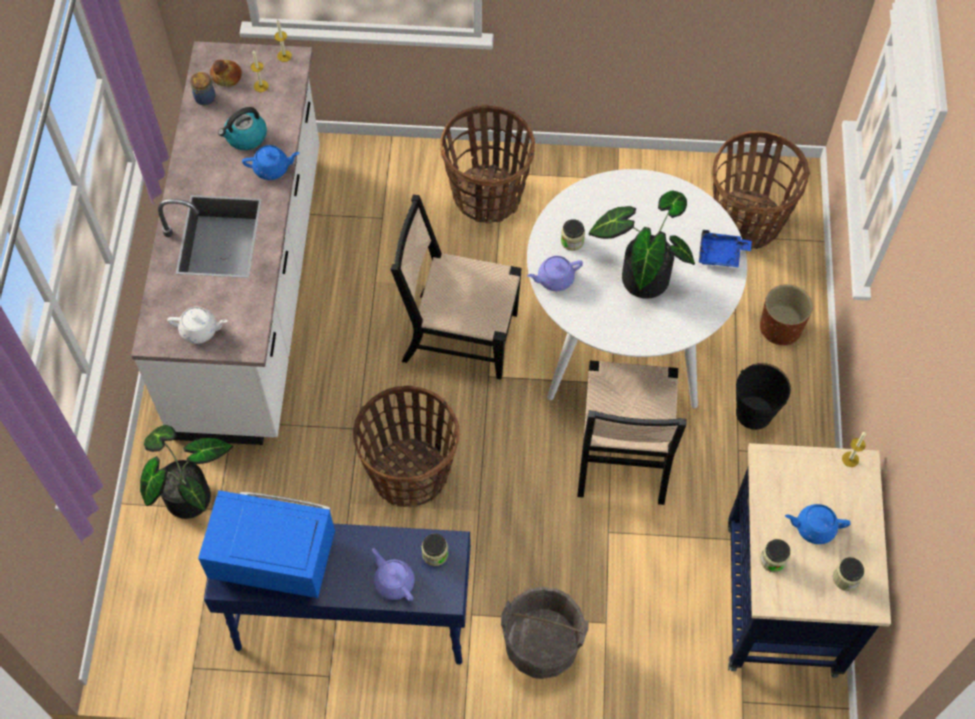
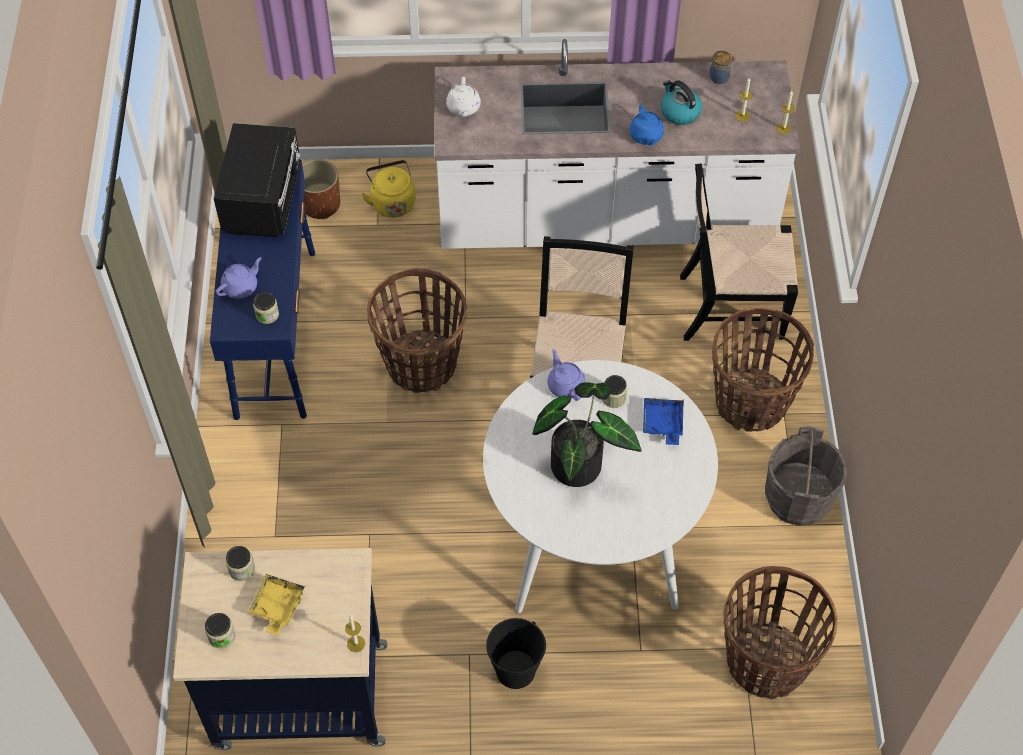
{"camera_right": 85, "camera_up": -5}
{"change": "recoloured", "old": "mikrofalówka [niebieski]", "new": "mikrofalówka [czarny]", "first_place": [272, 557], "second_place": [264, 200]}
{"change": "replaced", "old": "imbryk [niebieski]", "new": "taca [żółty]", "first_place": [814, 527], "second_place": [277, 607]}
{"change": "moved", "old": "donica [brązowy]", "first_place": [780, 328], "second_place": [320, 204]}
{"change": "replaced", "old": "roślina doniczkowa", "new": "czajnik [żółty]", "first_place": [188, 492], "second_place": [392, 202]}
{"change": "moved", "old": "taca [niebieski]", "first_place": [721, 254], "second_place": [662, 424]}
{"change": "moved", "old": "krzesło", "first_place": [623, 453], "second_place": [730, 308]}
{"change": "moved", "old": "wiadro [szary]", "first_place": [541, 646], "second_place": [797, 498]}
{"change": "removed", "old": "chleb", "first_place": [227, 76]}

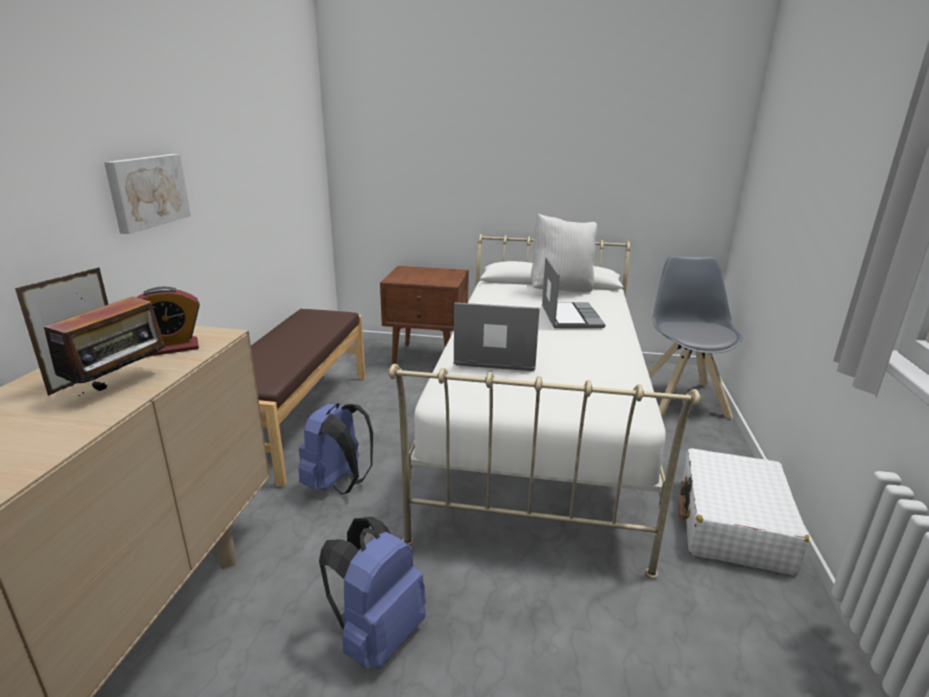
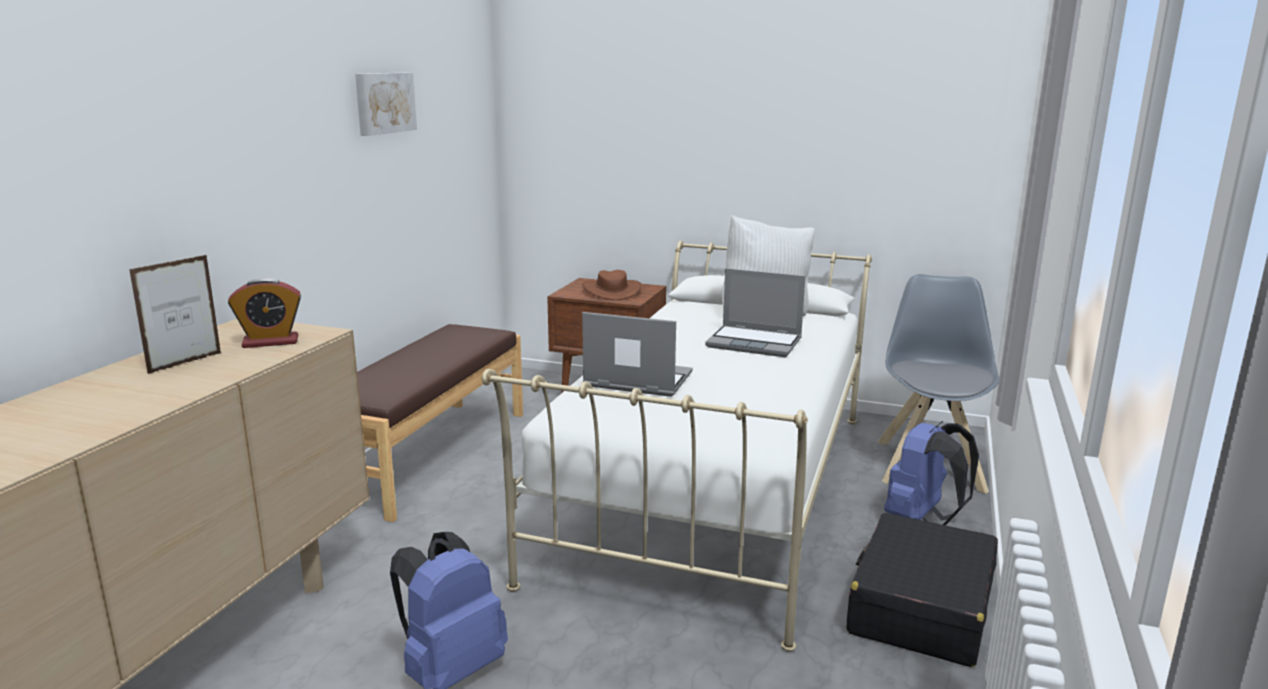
{"camera_right": 10, "camera_up": -5}
{"change": "moved", "old": "obraz", "first_place": [147, 191], "second_place": [384, 103]}
{"change": "added", "new": "kapelusz [brązowy]", "second_place": [611, 291]}
{"change": "turned", "old": "laptop", "first_place": [569, 317], "second_place": [755, 343], "degrees": 105}
{"change": "recoloured", "old": "walizka [biały]", "new": "walizka [czarny]", "first_place": [732, 524], "second_place": [920, 608]}
{"change": "moved", "old": "plecak [niebieski]", "first_place": [338, 484], "second_place": [922, 519]}
{"change": "removed", "old": "radio", "first_place": [122, 385]}

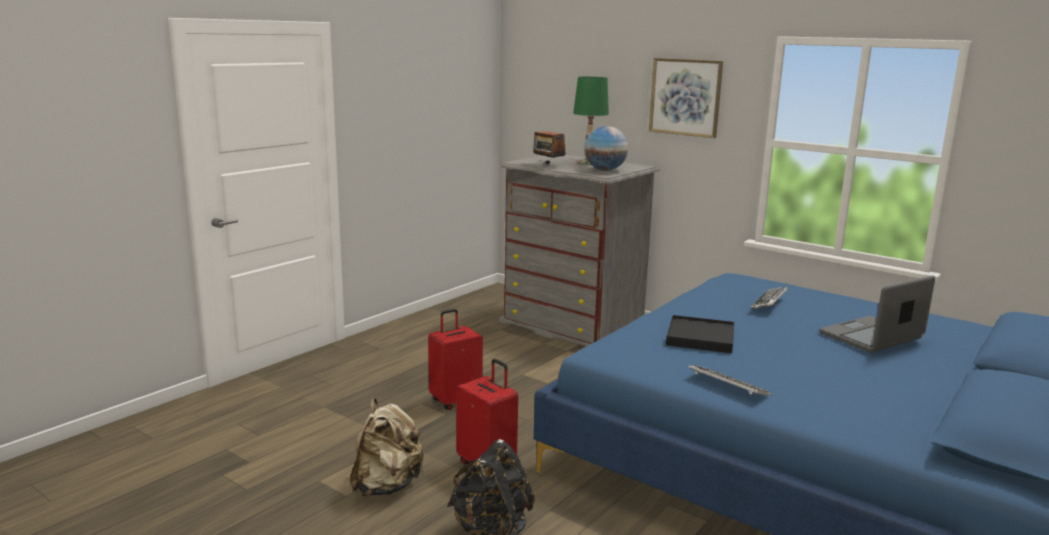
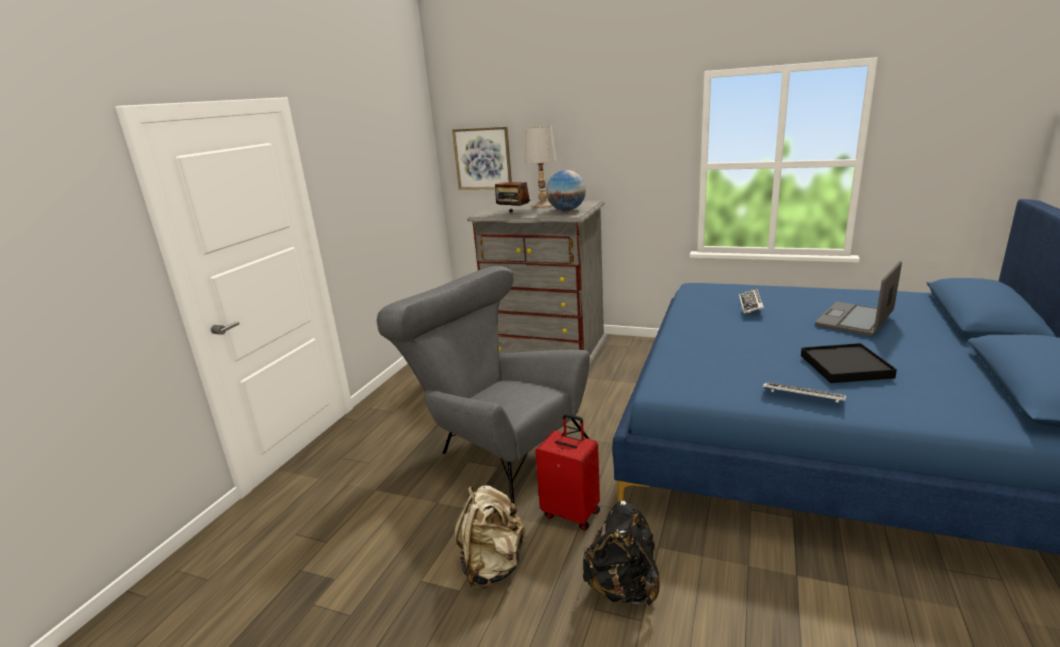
{"camera_right": -15, "camera_up": 5}
{"change": "replaced", "old": "walizka [czerwony]", "new": "fotel [szary]", "first_place": [455, 400], "second_place": [497, 450]}
{"change": "moved", "old": "obraz", "first_place": [685, 97], "second_place": [483, 158]}
{"change": "recoloured", "old": "lampa stołowa [zielony]", "new": "lampa stołowa [biały]", "first_place": [588, 162], "second_place": [543, 205]}
{"change": "moved", "old": "taca [czarny]", "first_place": [700, 338], "second_place": [845, 366]}

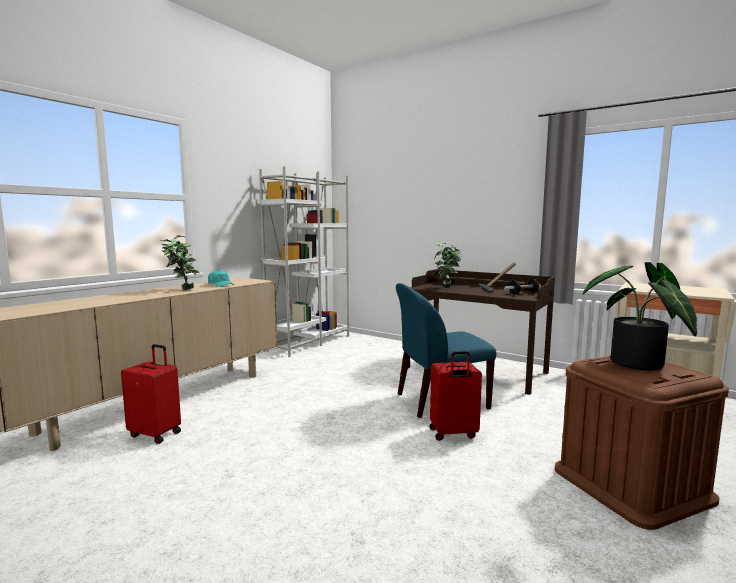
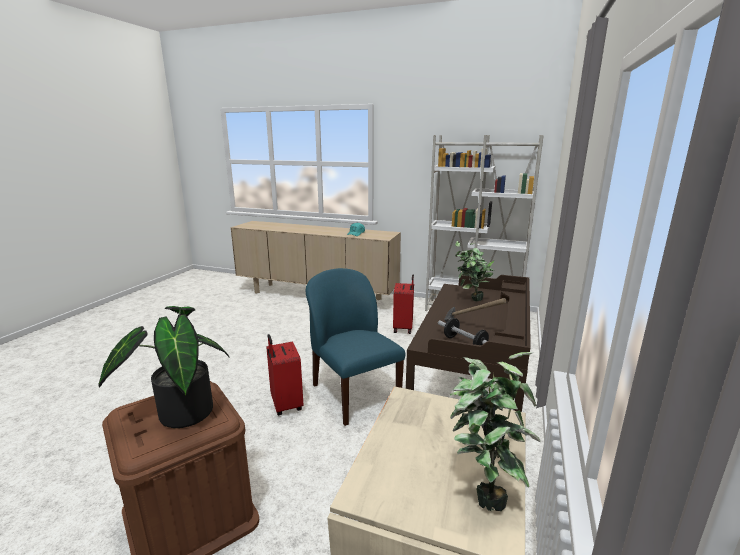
{"camera_right": 75, "camera_up": 10}
{"change": "moved", "old": "walizka [czerwony]", "first_place": [156, 434], "second_place": [403, 328]}
{"change": "moved", "old": "roślina doniczkowa", "first_place": [181, 290], "second_place": [483, 489]}

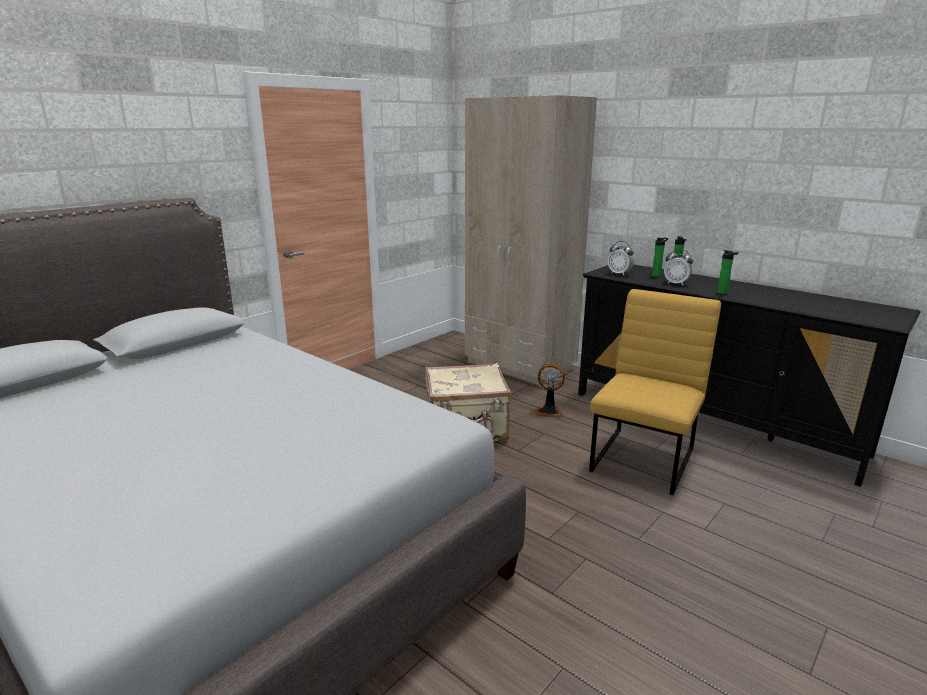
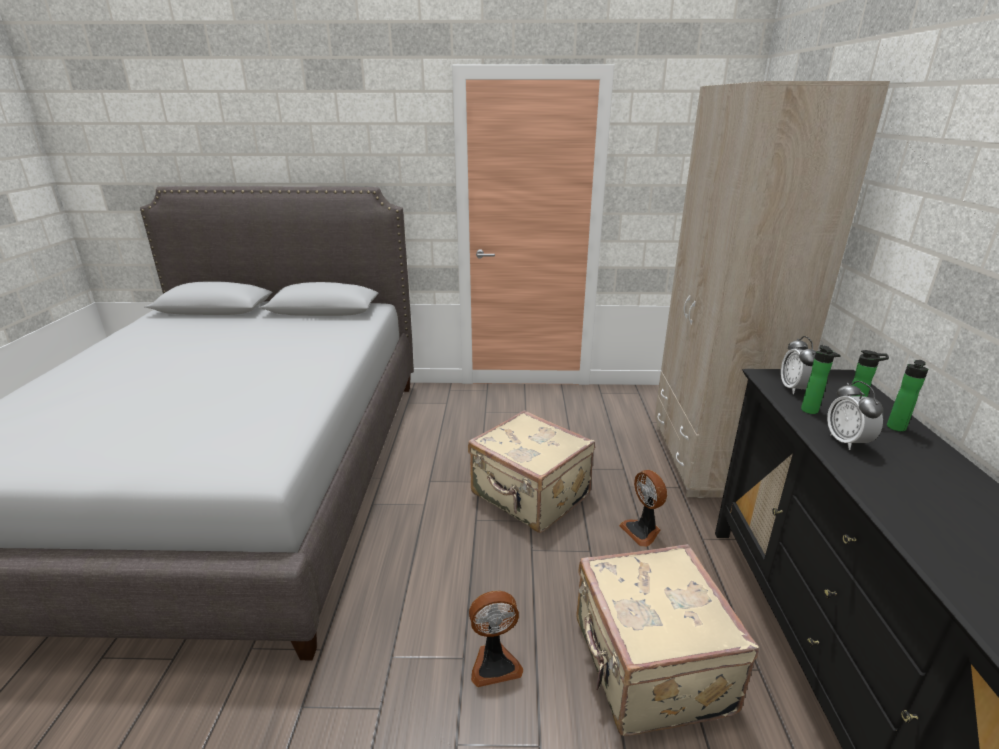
{"camera_right": 50, "camera_up": 5}
{"change": "added", "new": "wentylator", "second_place": [494, 663]}
{"change": "replaced", "old": "krzesło [żółty]", "new": "walizka [beżowy]", "first_place": [644, 458], "second_place": [648, 667]}
{"change": "moved", "old": "butelka", "first_place": [724, 293], "second_place": [811, 411]}

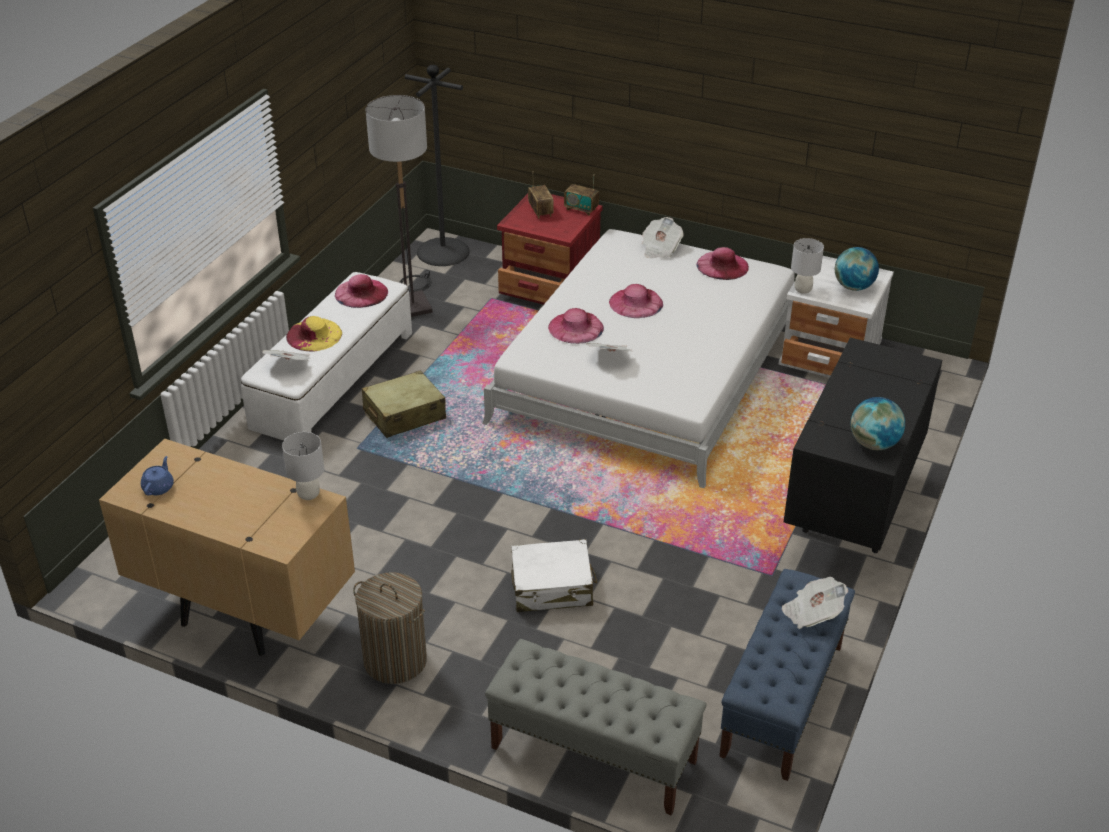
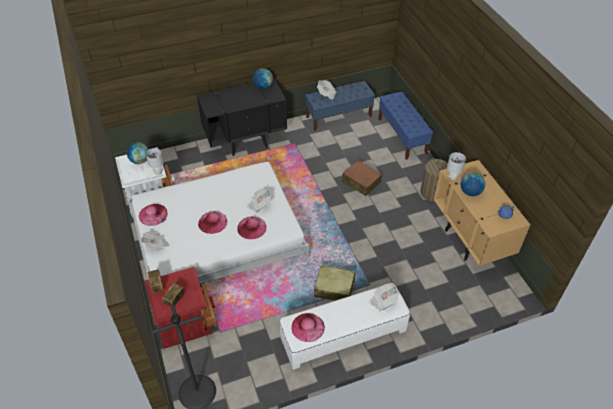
{"camera_right": -135, "camera_up": 10}
{"change": "recoloured", "old": "walizka [biały]", "new": "walizka [brązowy]", "first_place": [552, 587], "second_place": [361, 182]}
{"change": "recoloured", "old": "ławka [szary]", "new": "ławka [niebieski]", "first_place": [593, 754], "second_place": [402, 136]}
{"change": "added", "new": "globus", "second_place": [470, 192]}
{"change": "removed", "old": "kapelusz [żółty]", "first_place": [314, 335]}
{"change": "removed", "old": "lampa stojąca", "first_place": [412, 300]}

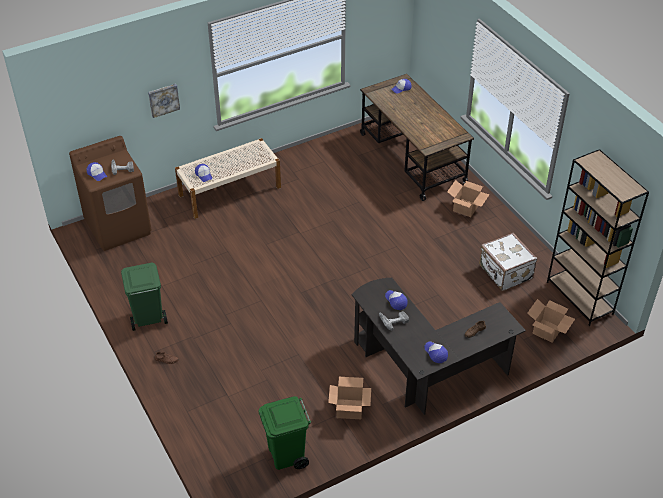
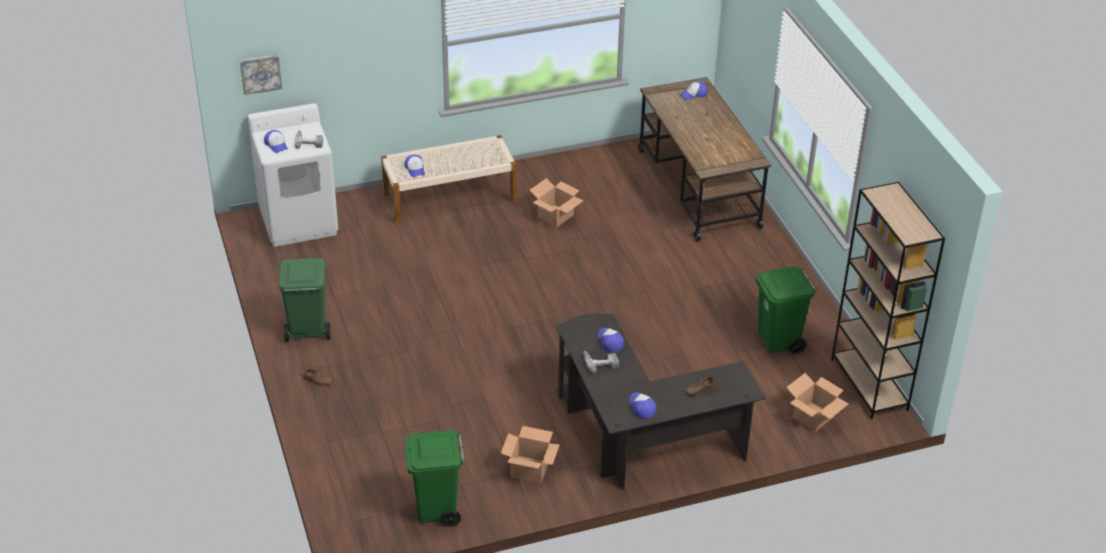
{"camera_right": 10, "camera_up": -5}
{"change": "moved", "old": "obraz", "first_place": [163, 100], "second_place": [260, 73]}
{"change": "recoloured", "old": "pralka [brązowy]", "new": "pralka [biały]", "first_place": [118, 226], "second_place": [299, 221]}
{"change": "moved", "old": "karton", "first_place": [465, 207], "second_place": [555, 215]}
{"change": "replaced", "old": "walizka [biały]", "new": "kosz na śmieci [zielony]", "first_place": [505, 273], "second_place": [778, 341]}

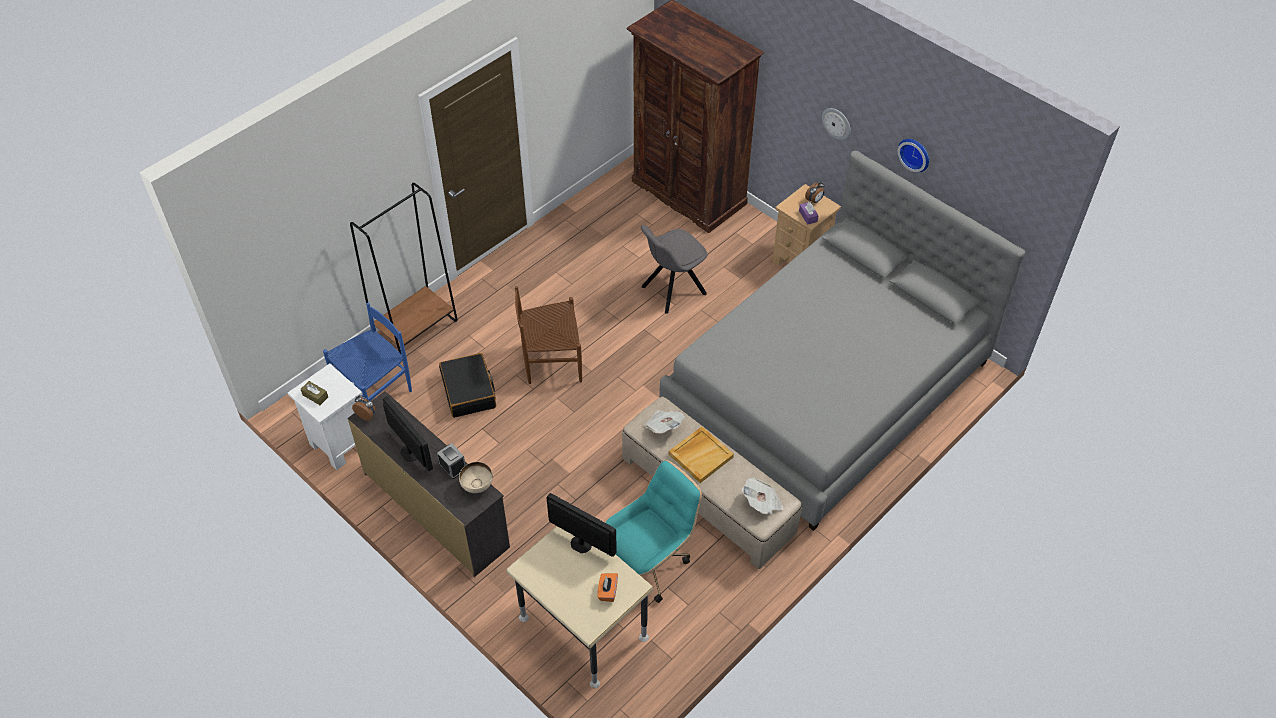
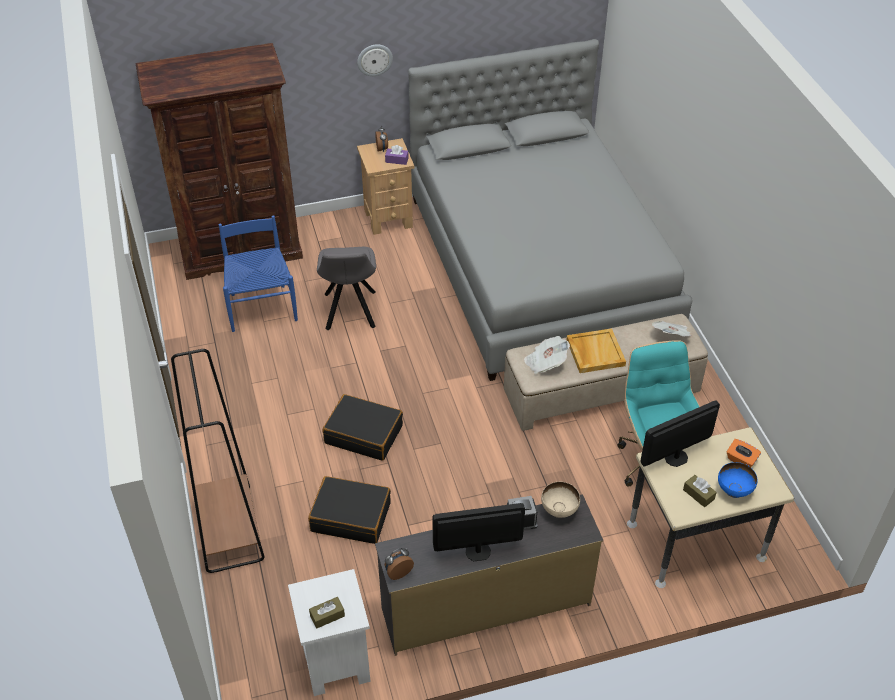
{"camera_right": -60, "camera_up": -5}
{"change": "moved", "old": "krzesło [niebieski]", "first_place": [375, 390], "second_place": [261, 307]}
{"change": "replaced", "old": "krzesło [brązowy]", "new": "walizka [czarny]", "first_place": [551, 361], "second_place": [364, 434]}
{"change": "added", "new": "pudełko chusteczek [brązowy]", "second_place": [698, 494]}
{"change": "added", "new": "miska [niebieski]", "second_place": [734, 490]}
{"change": "removed", "old": "zegar ścienny", "first_place": [915, 153]}

